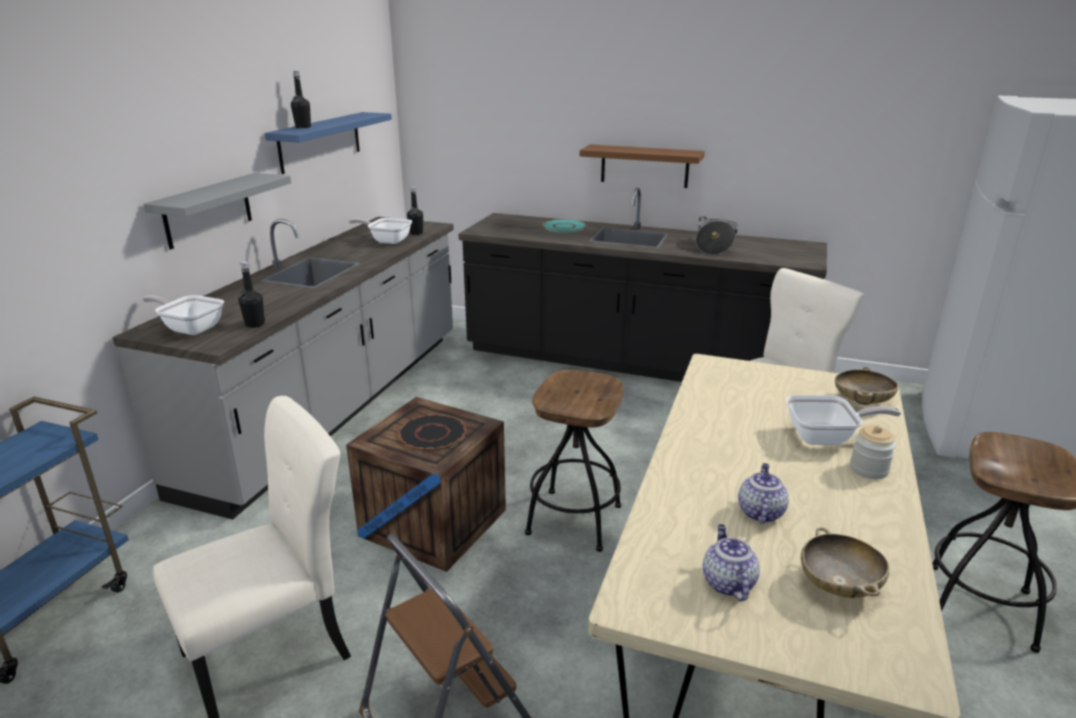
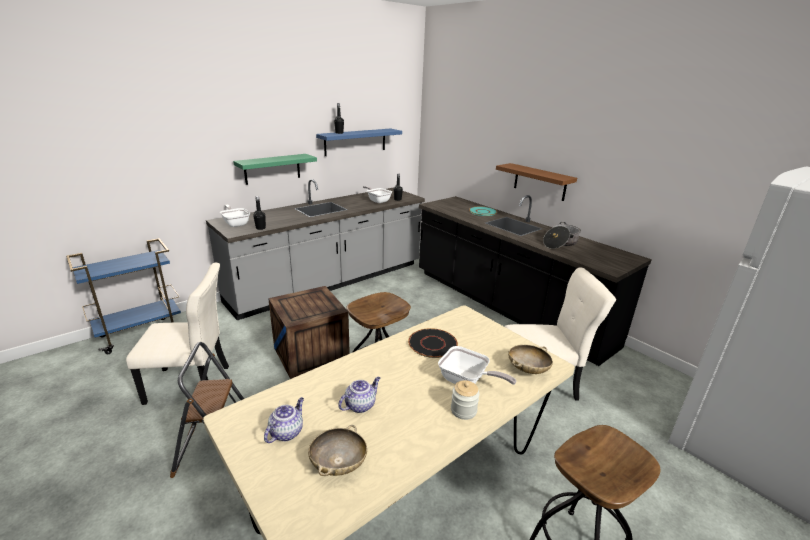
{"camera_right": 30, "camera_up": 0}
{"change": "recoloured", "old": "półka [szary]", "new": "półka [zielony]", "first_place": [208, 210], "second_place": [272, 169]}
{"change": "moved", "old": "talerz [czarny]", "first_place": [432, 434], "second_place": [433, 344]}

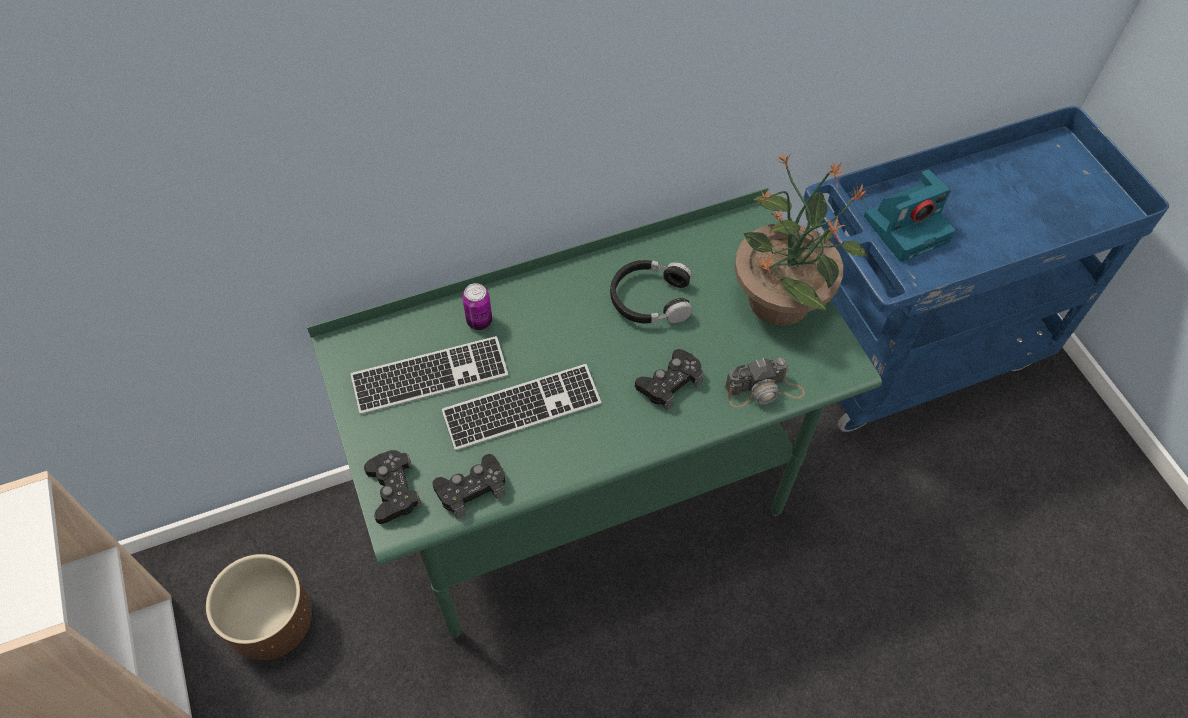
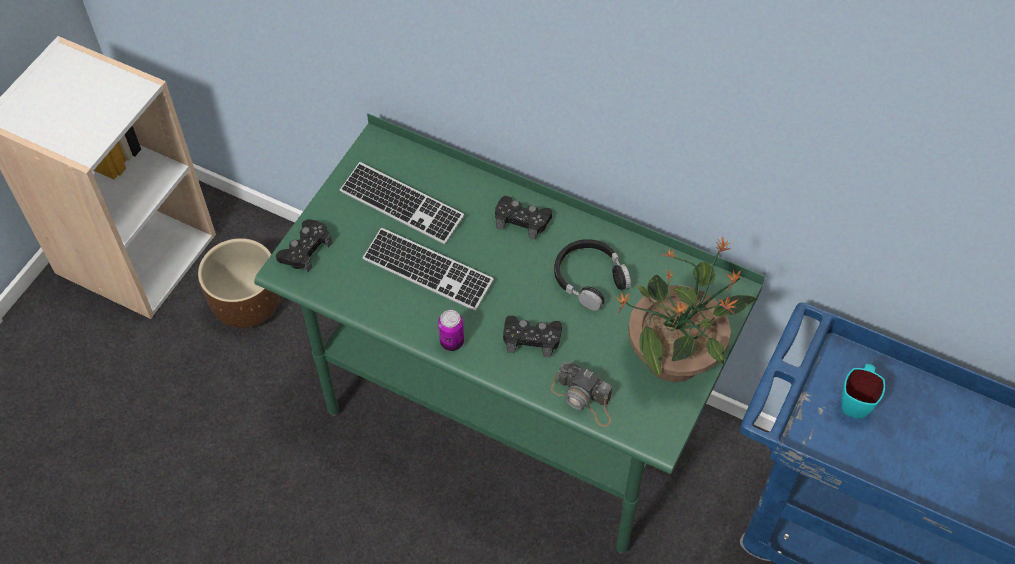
{"camera_right": 50, "camera_up": 0}
{"change": "moved", "old": "puszka", "first_place": [479, 321], "second_place": [452, 342]}
{"change": "moved", "old": "pad do gier [czarny]", "first_place": [471, 489], "second_place": [522, 220]}
{"change": "replaced", "old": "aparat fotograficzny", "new": "kubek [turkusowy]", "first_place": [907, 227], "second_place": [856, 401]}

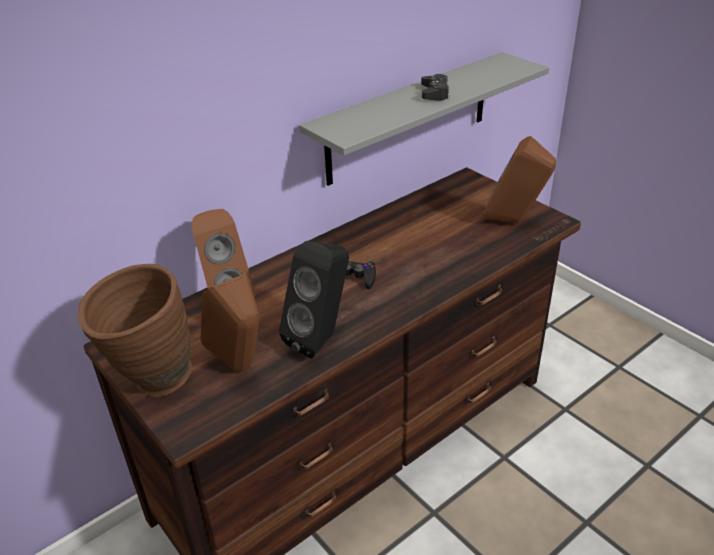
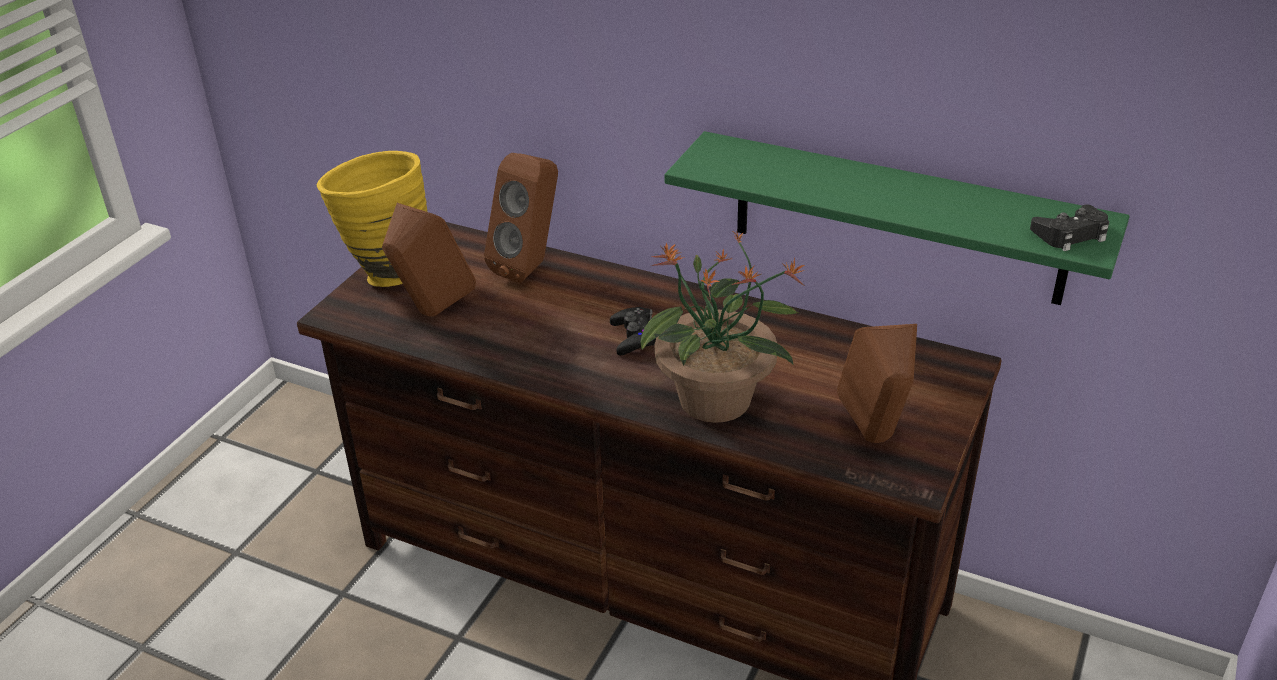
{"camera_right": 65, "camera_up": 0}
{"change": "recoloured", "old": "wazon [brązowy]", "new": "wazon [żółty]", "first_place": [151, 383], "second_place": [385, 272]}
{"change": "added", "new": "roślina doniczkowa", "second_place": [716, 401]}
{"change": "recoloured", "old": "półka [szary]", "new": "półka [zielony]", "first_place": [409, 118], "second_place": [897, 218]}
{"change": "moved", "old": "pad do gier [czarny]", "first_place": [435, 93], "second_place": [1070, 234]}
{"change": "removed", "old": "głośnik [czarny]", "first_place": [321, 339]}

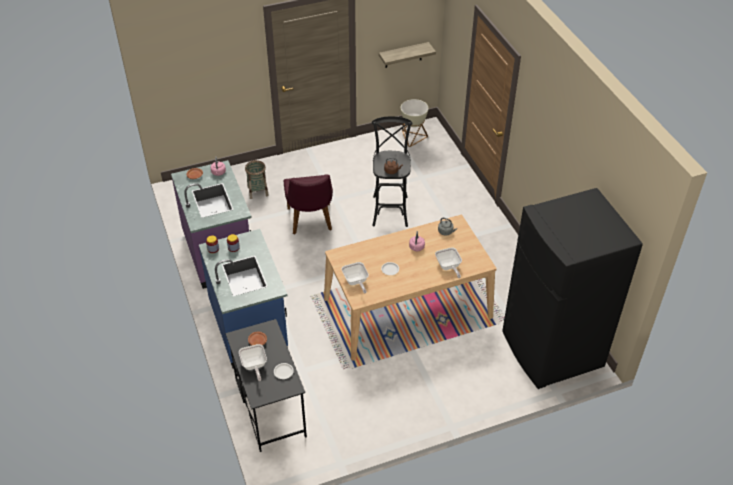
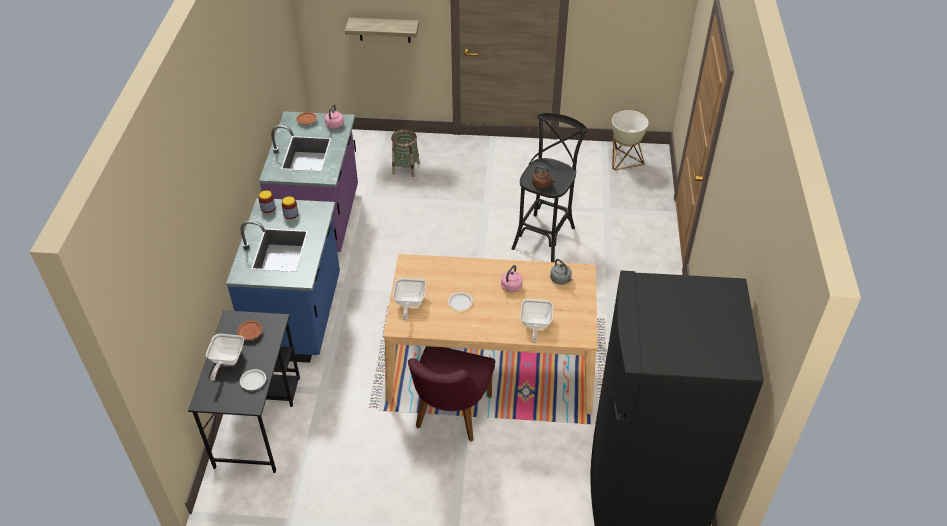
{"camera_right": 25, "camera_up": 0}
{"change": "moved", "old": "półka", "first_place": [403, 55], "second_place": [384, 30]}
{"change": "moved", "old": "krzesło [fioletowy]", "first_place": [310, 222], "second_place": [449, 417]}

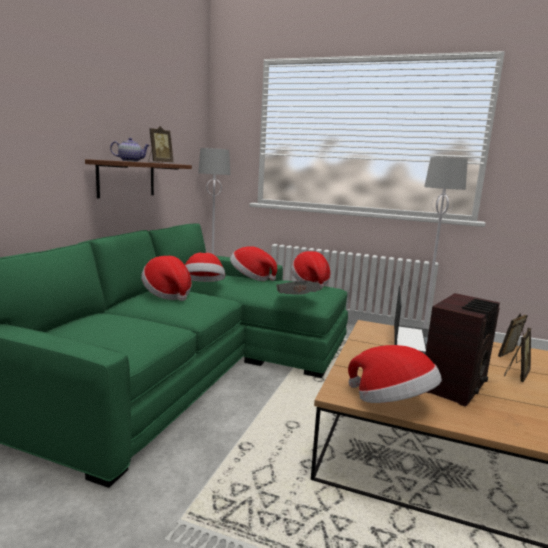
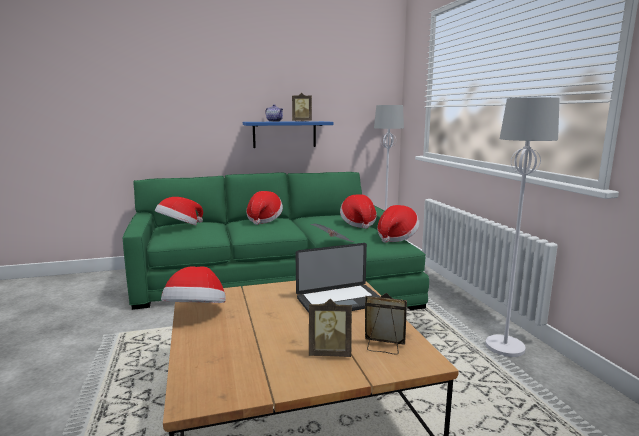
{"camera_right": 55, "camera_up": 0}
{"change": "moved", "old": "kapelusz", "first_place": [203, 286], "second_place": [179, 227]}
{"change": "recoloured", "old": "półka [brązowy]", "new": "półka [niebieski]", "first_place": [126, 179], "second_place": [284, 134]}
{"change": "removed", "old": "radio", "first_place": [455, 386]}

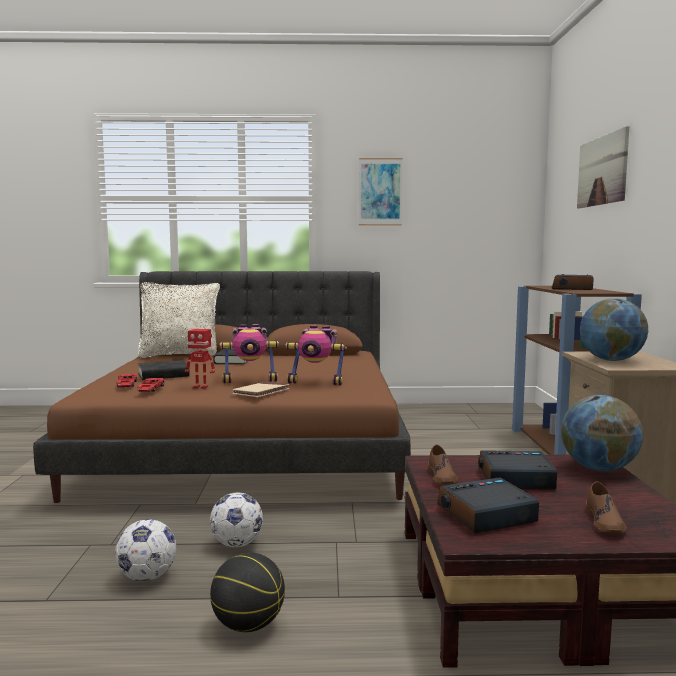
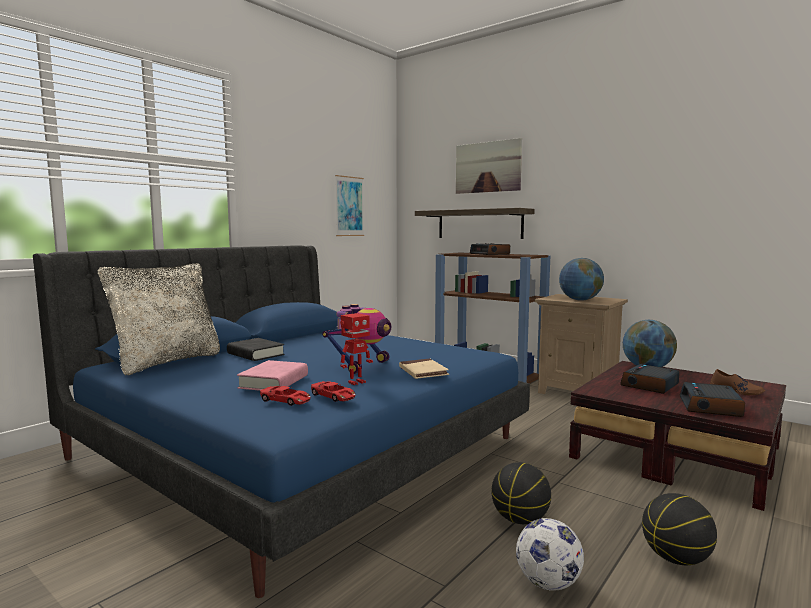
{"camera_right": -50, "camera_up": 0}
{"change": "recoloured", "old": "łóżko [brązowy]", "new": "łóżko [niebieski]", "first_place": [249, 447], "second_place": [298, 448]}
{"change": "recoloured", "old": "książka [czarny]", "new": "książka [różowy]", "first_place": [163, 375], "second_place": [274, 382]}
{"change": "moved", "old": "obraz", "first_place": [380, 192], "second_place": [349, 206]}
{"change": "added", "new": "półka", "second_place": [479, 224]}
{"change": "replaced", "old": "piłka futbolowa", "new": "piłka do koszykówki", "first_place": [237, 544], "second_place": [520, 519]}
{"change": "removed", "old": "robot zabawkowy", "first_place": [317, 382]}
{"change": "removed", "old": "but [brązowy]", "first_place": [442, 477]}

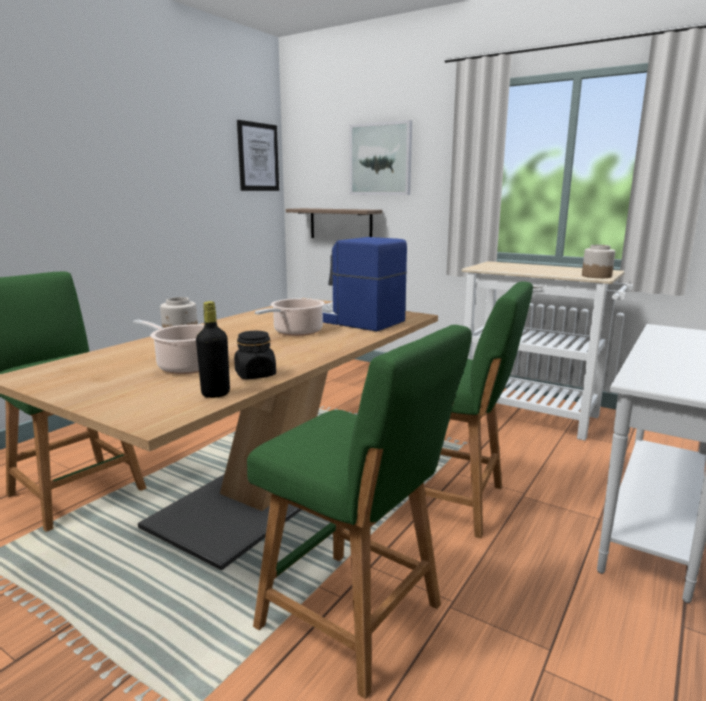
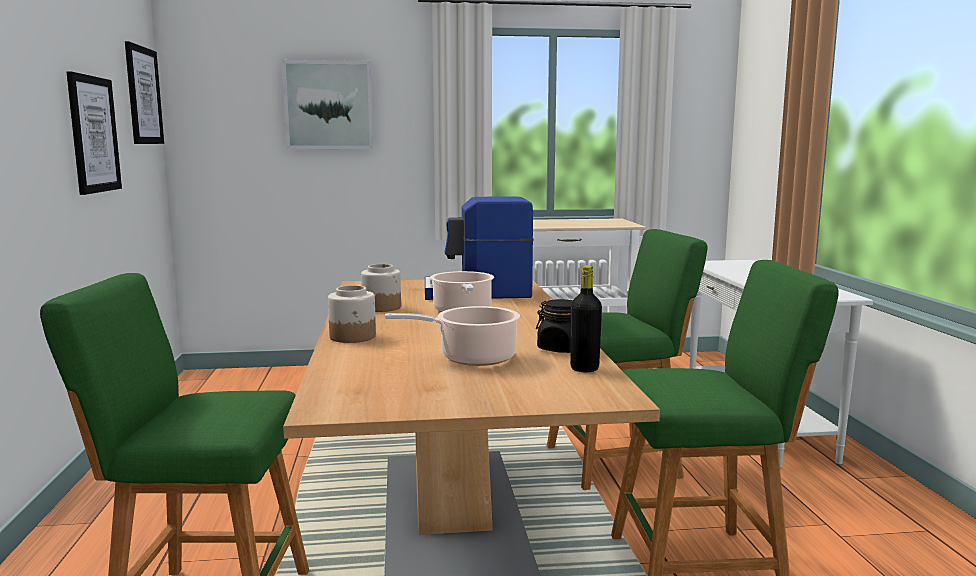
{"camera_right": -40, "camera_up": -5}
{"change": "added", "new": "obraz", "second_place": [93, 134]}
{"change": "moved", "old": "słoik", "first_place": [596, 276], "second_place": [381, 307]}
{"change": "removed", "old": "półka", "first_place": [341, 224]}

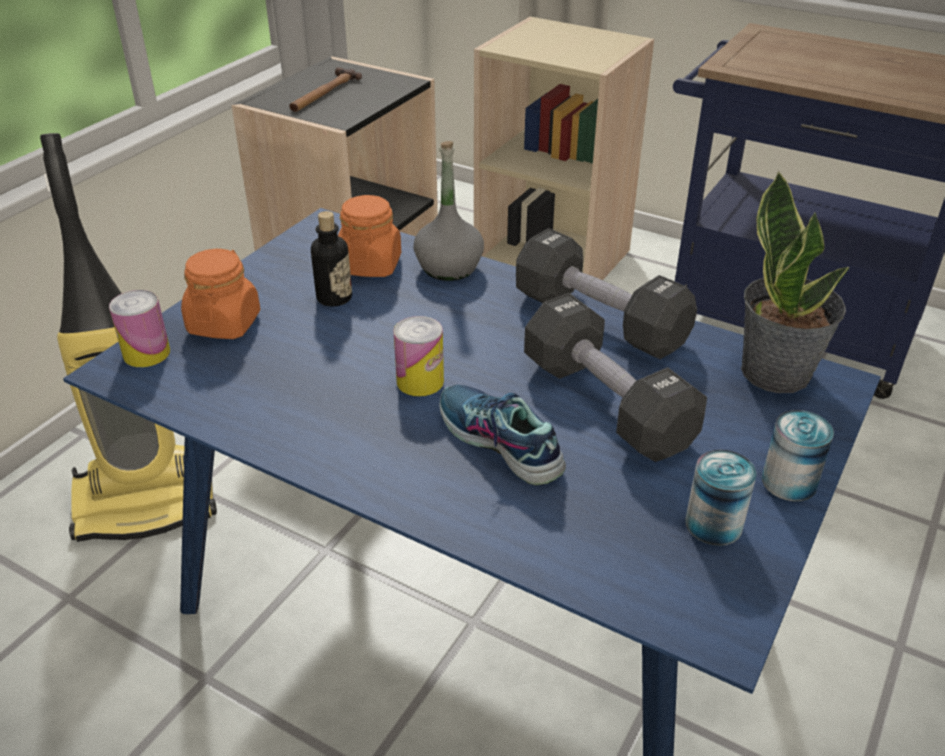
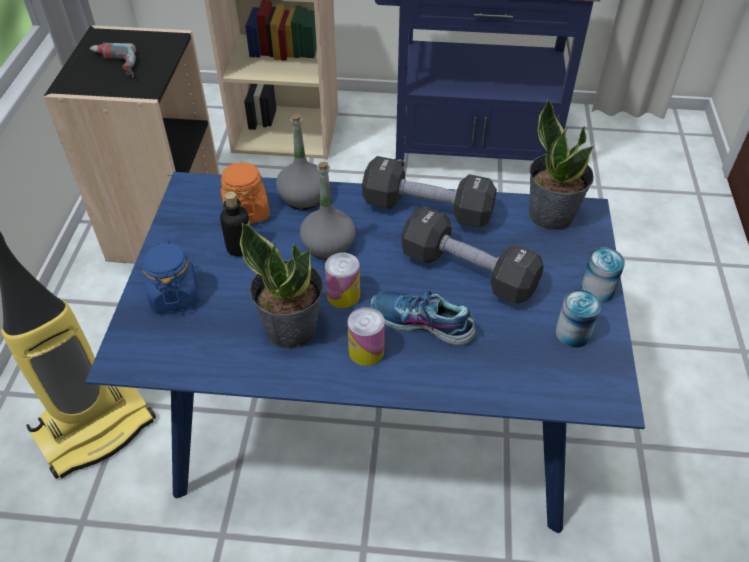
{"camera_right": -25, "camera_up": 10}
{"change": "replaced", "old": "młotek", "new": "wiertarka", "first_place": [323, 93], "second_place": [113, 66]}
{"change": "recoloured", "old": "słoik [pomarańczowy]", "new": "słoik [niebieski]", "first_place": [224, 323], "second_place": [174, 295]}
{"change": "added", "new": "roślina doniczkowa", "second_place": [291, 328]}
{"change": "added", "new": "butelka [szary]", "second_place": [328, 245]}
{"change": "moved", "old": "puszka", "first_place": [146, 353], "second_place": [366, 351]}

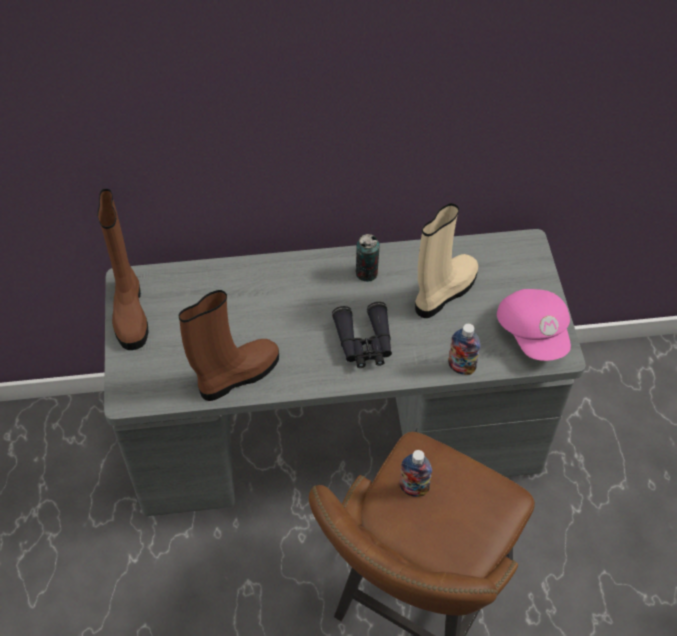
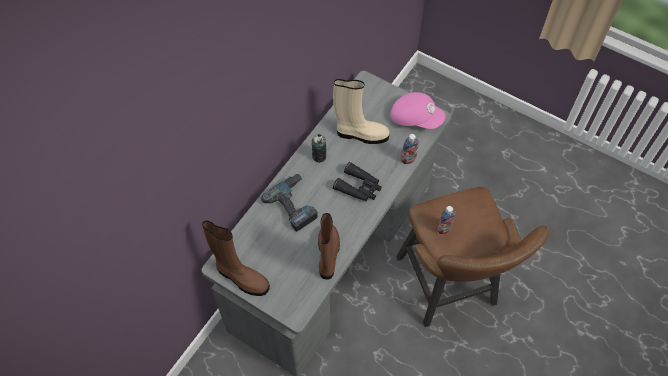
{"camera_right": -50, "camera_up": 5}
{"change": "added", "new": "wiertarka", "second_place": [295, 204]}
{"change": "turned", "old": "but z cholewką [beżowy]", "first_place": [444, 292], "second_place": [361, 134], "degrees": 105}

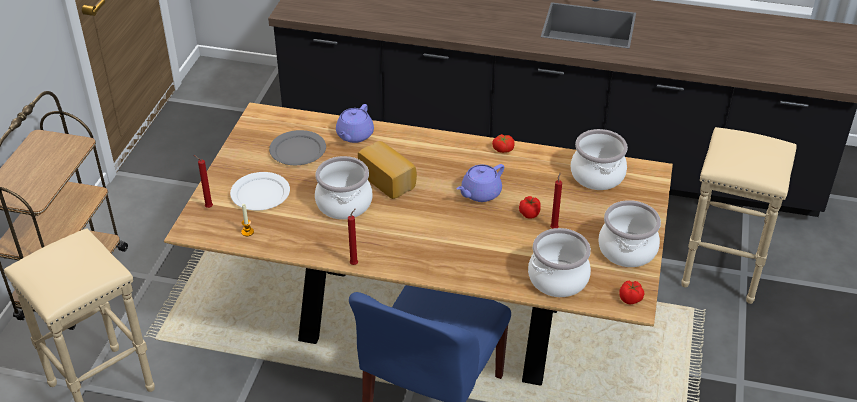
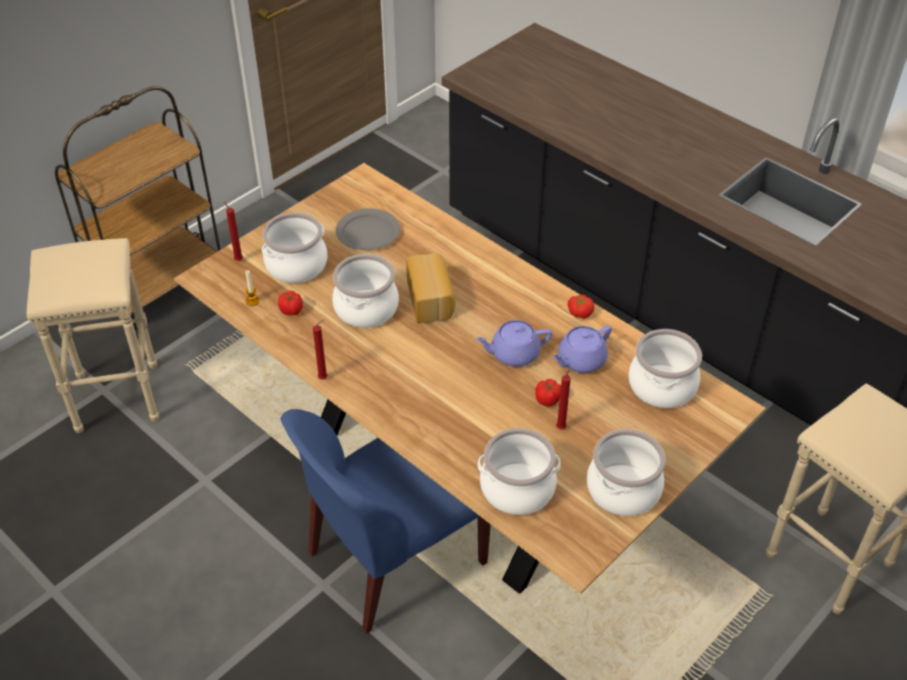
{"camera_right": 30, "camera_up": 5}
{"change": "replaced", "old": "talerz [biały]", "new": "garnek", "first_place": [260, 193], "second_place": [296, 265]}
{"change": "moved", "old": "pomidor", "first_place": [630, 299], "second_place": [291, 311]}
{"change": "moved", "old": "imbryk [fioletowy]", "first_place": [354, 135], "second_place": [580, 360]}

